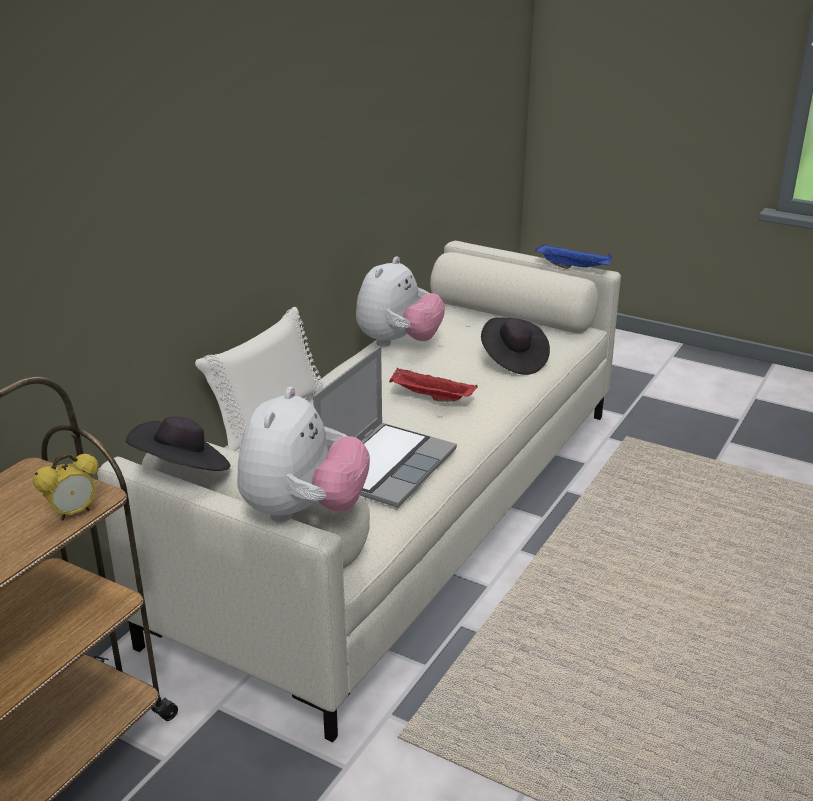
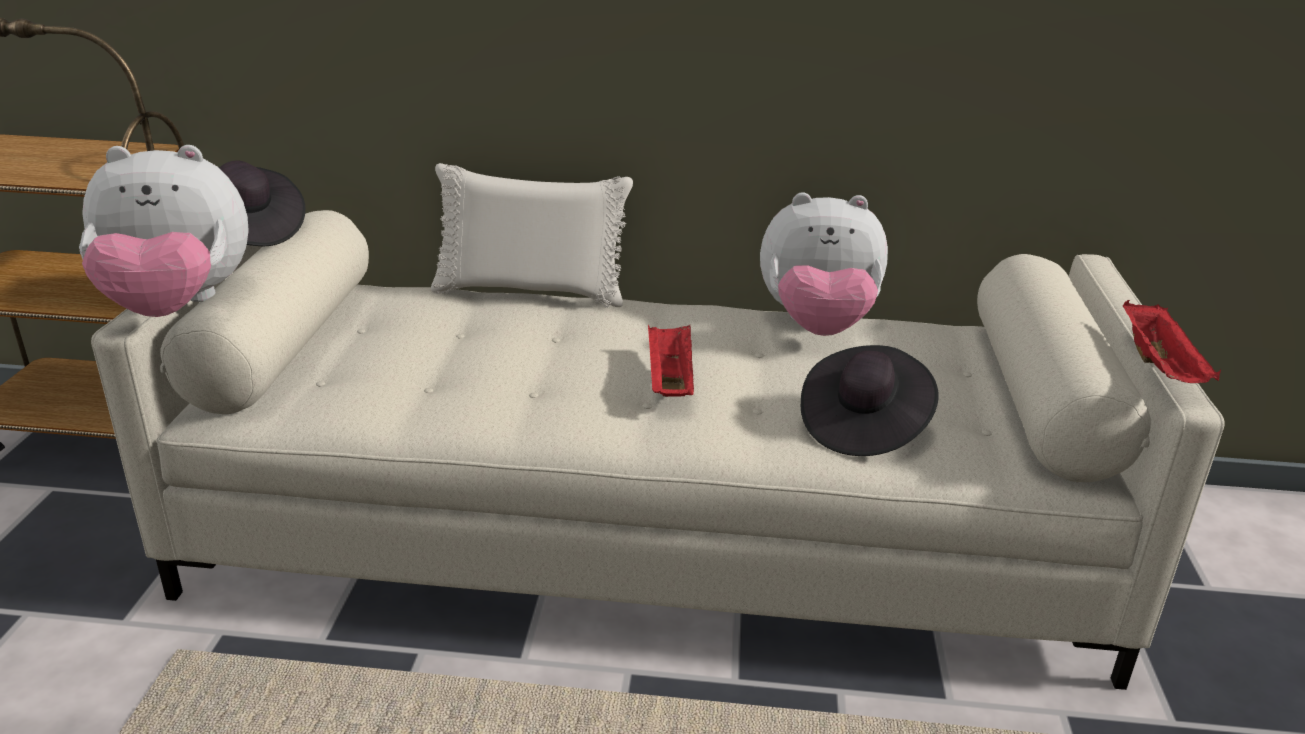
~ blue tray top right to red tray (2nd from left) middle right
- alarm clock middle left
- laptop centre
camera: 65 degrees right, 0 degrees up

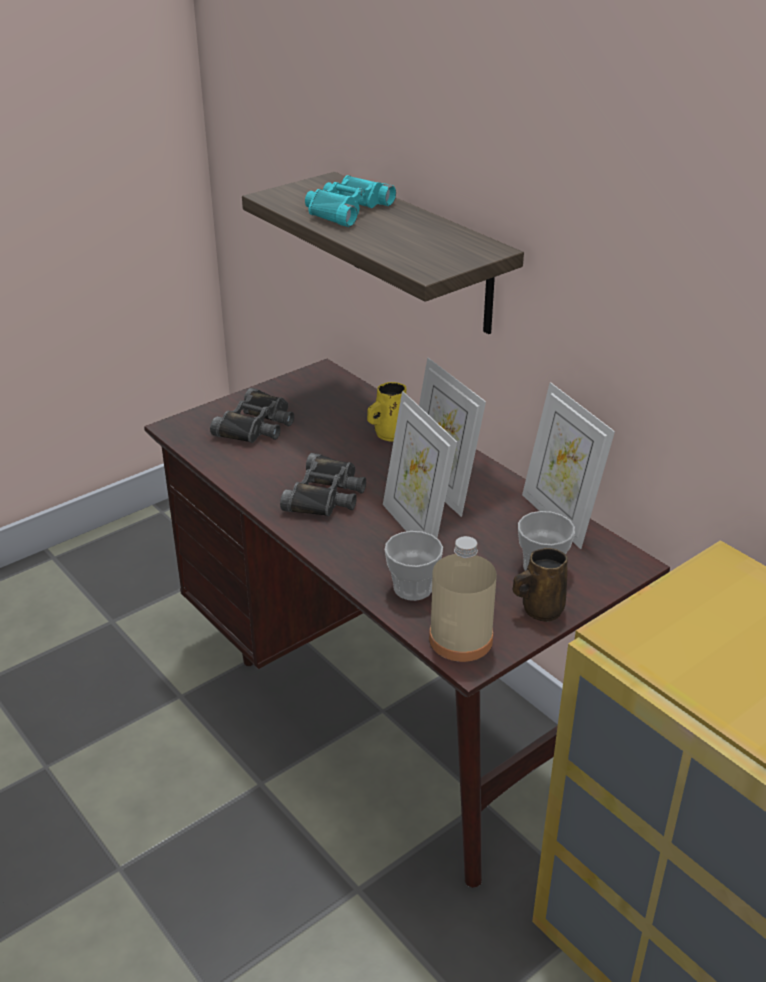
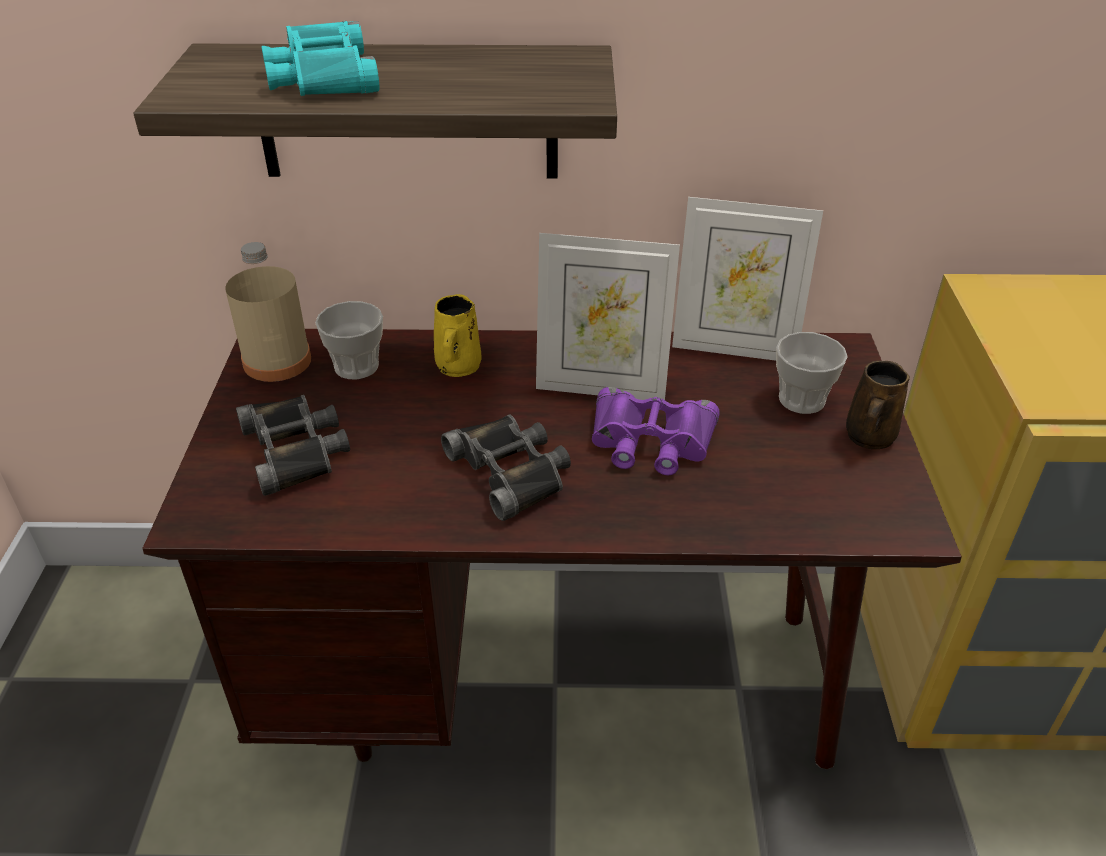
~ beige bottle centre to middle left
~ cup (1st from left) centre to middle left
~ picture frame (1st from left) centre to purple binoculars centre
camera: 50 degrees left, 5 degrees up

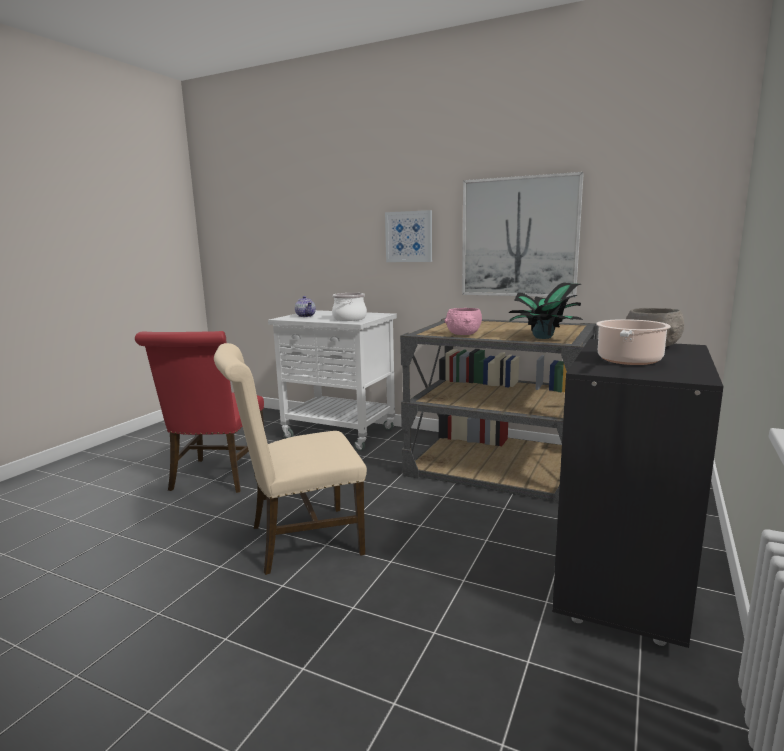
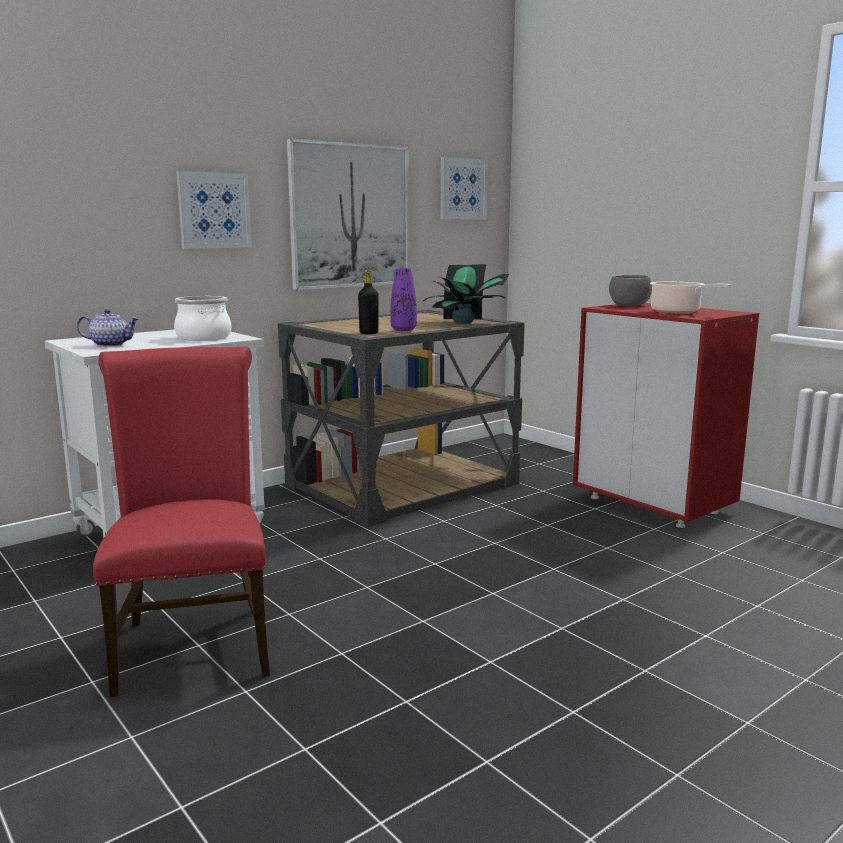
~ red chair middle left = middle left 135 degrees counterclockwise
+ black bottle centre
~ pink bowl centre to purple vase centre
+ picture (3rd from left) top centre
~ black cabinet middle right to red cabinet middle right
- beige chair centre
camera: 65 degrees left, 0 degrees up

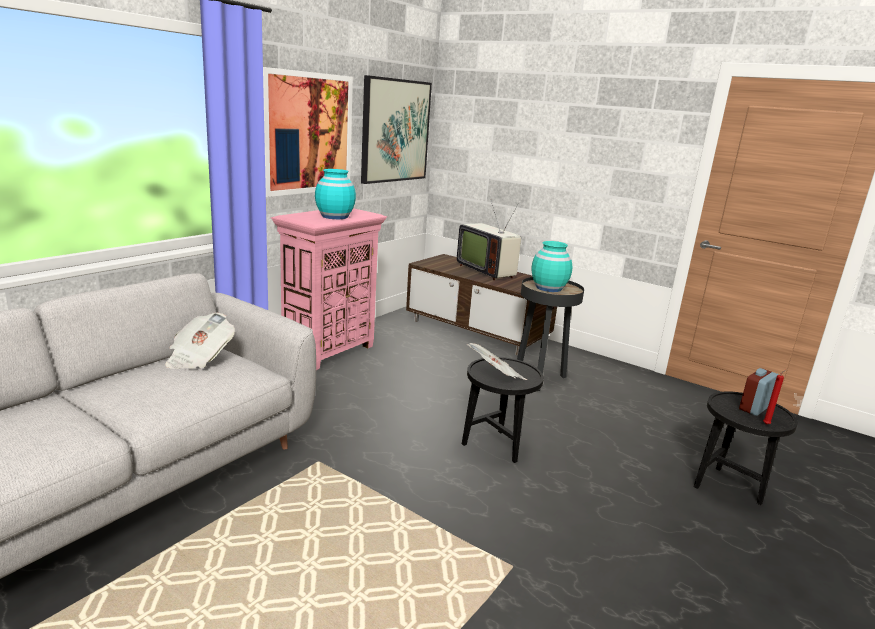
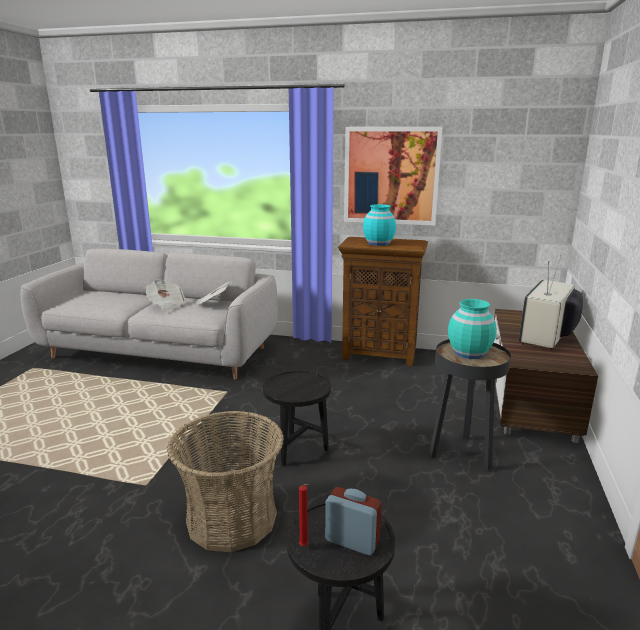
~ newspaper (2nd from left in the first image) centre to newspaper (1st from left) middle left
+ basket bottom centre
~ pink cabinet centre to brown cabinet centre
- picture (2nd from left) top centre
camera: 70 degrees right, 0 degrees up

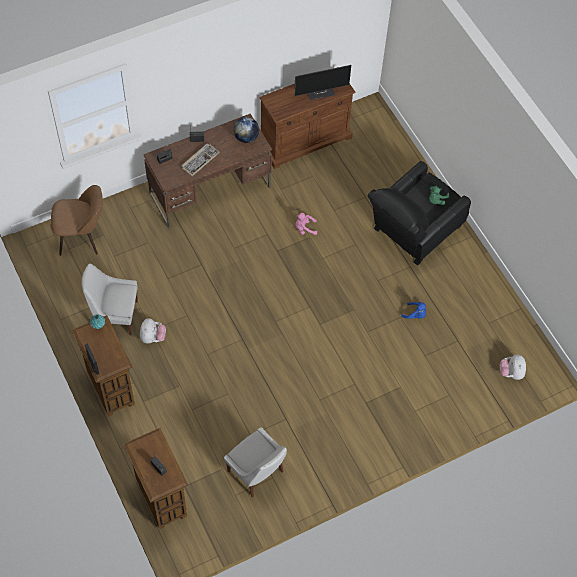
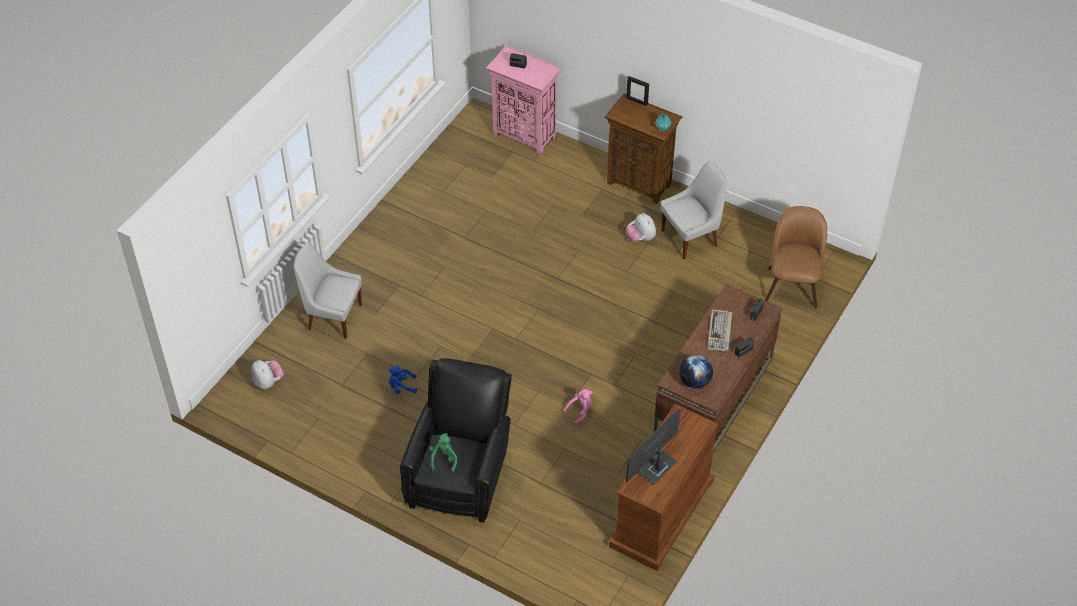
~ white chair (2nd from left in the first image) bottom centre to white chair (1st from left) middle left
~ brown cabinet (2nd from left) bottom left to pink cabinet top centre
~ brown chair middle left = middle right 135 degrees clockwise
camera: 150 degrees right, 10 degrees down

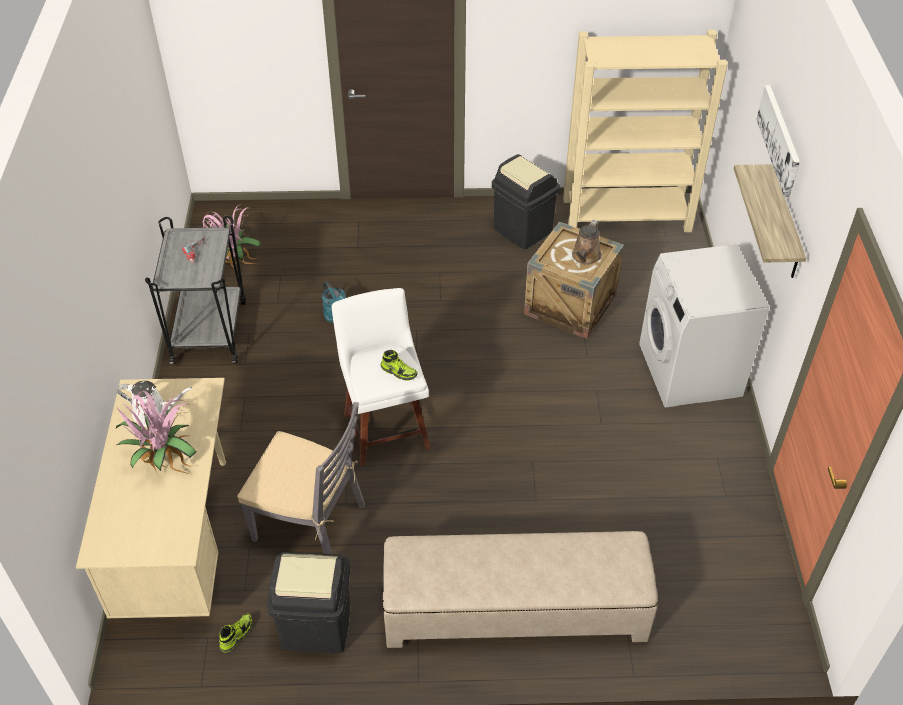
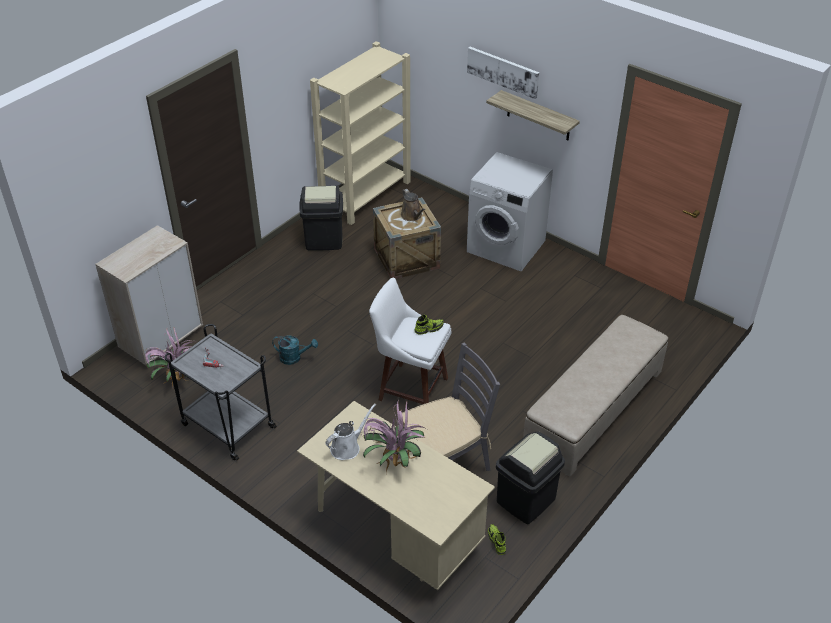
+ beige cabinet middle left
camera: 50 degrees left, 5 degrees down

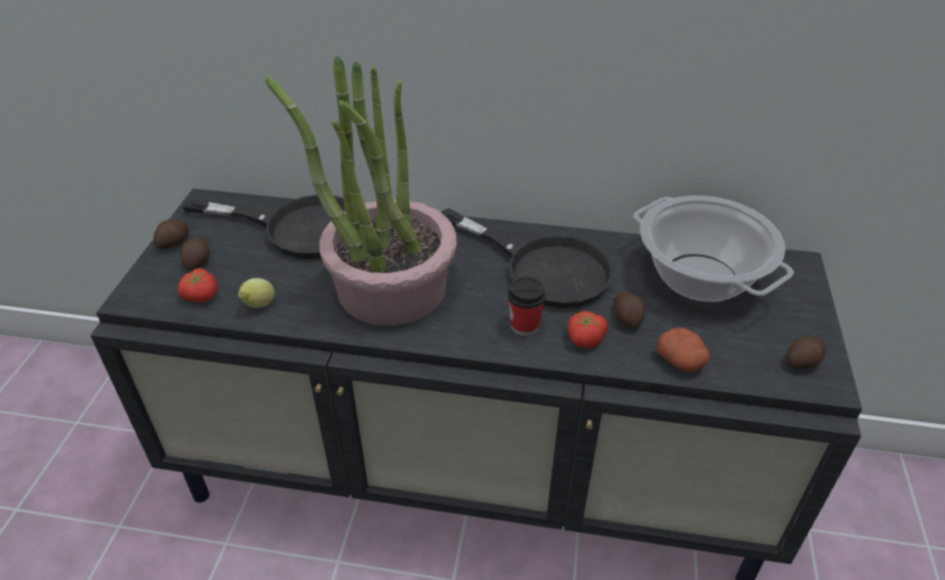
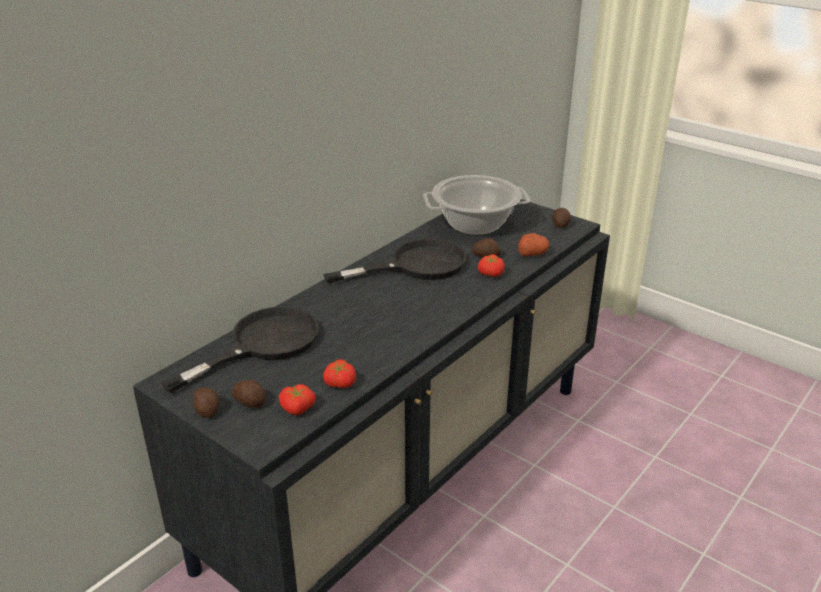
~ lemon middle left to tomato (2nd from left) centre
- potted plant top centre
- cup centre
camera: 60 degrees left, 10 degrees down

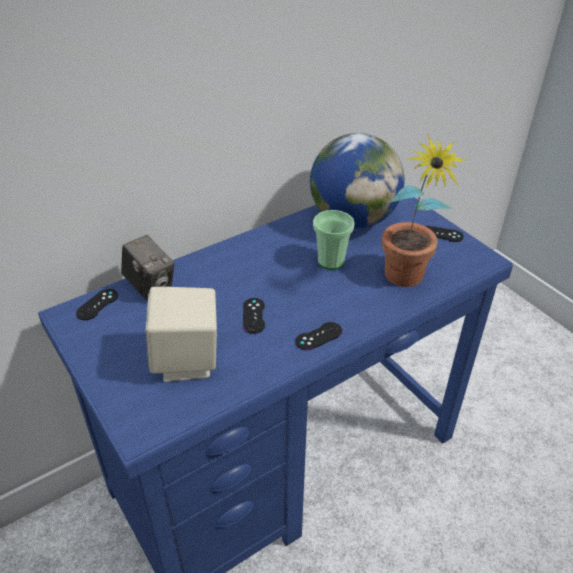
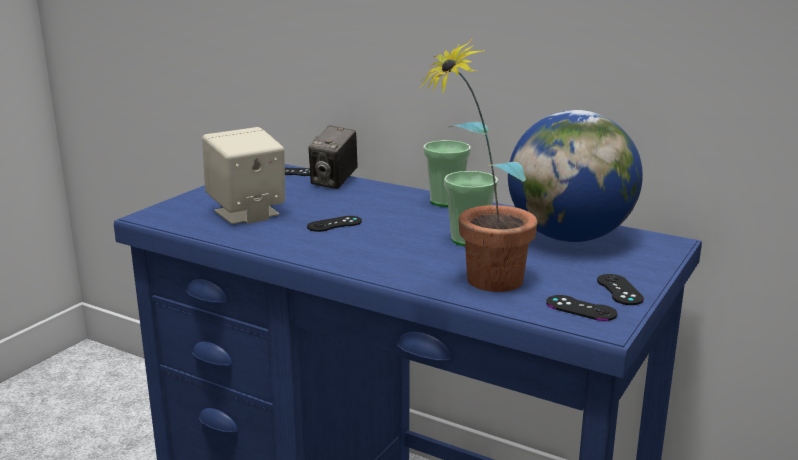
+ cup (1st from left) centre
~ black game controller (3rd from left) centre to bottom right
camera: 65 degrees right, 20 degrees down

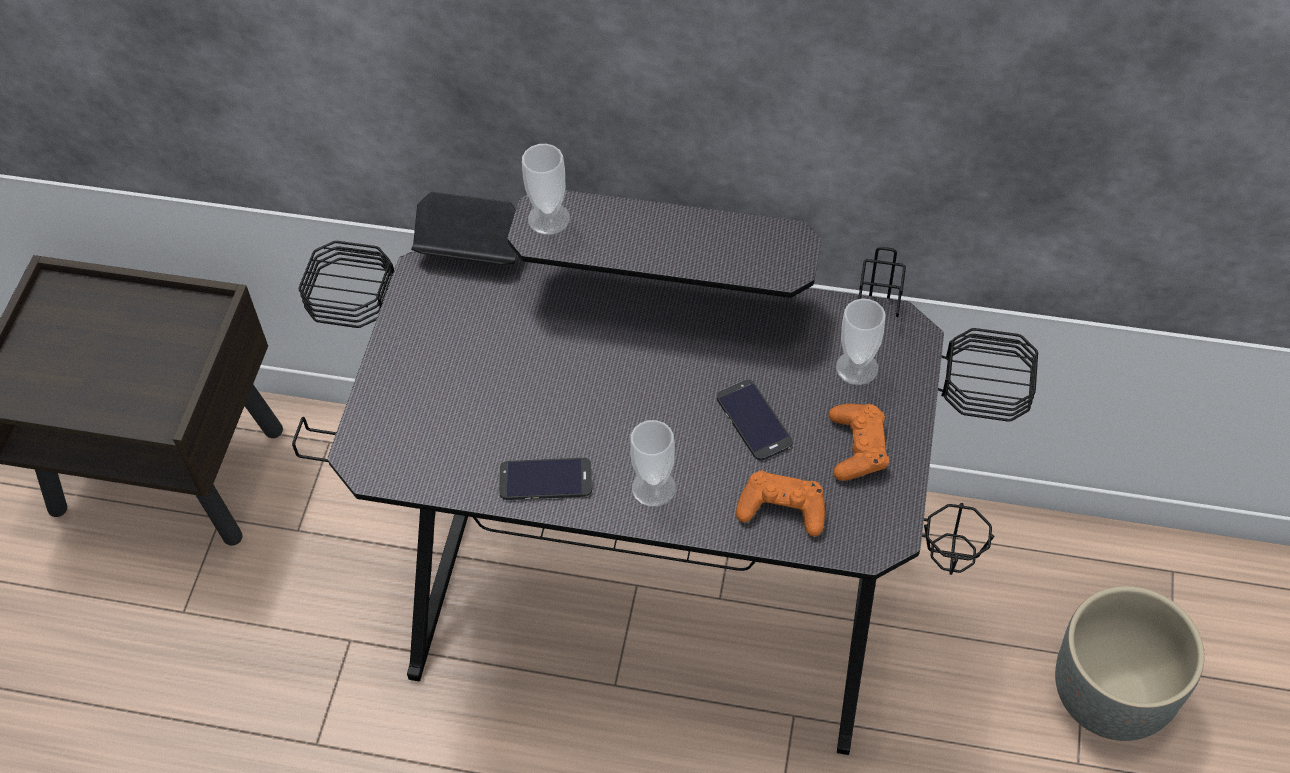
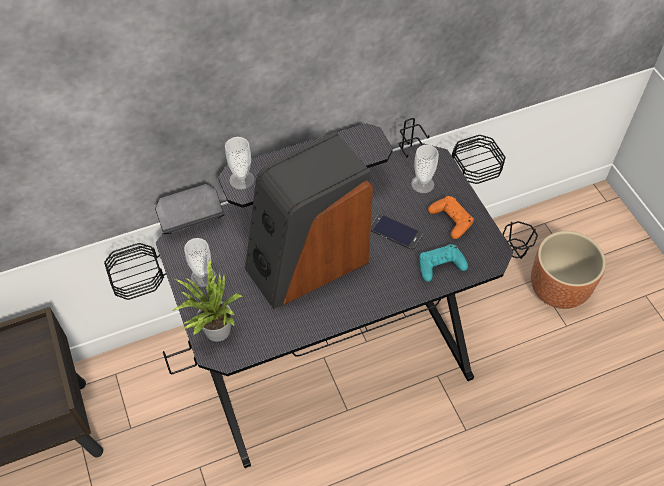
+ potted plant middle left
~ cup (2nd from left in the first image) centre to cup (1st from left) middle left
+ speaker centre
~ orange game controller (1st from left) centre to turquoise game controller middle right
~ grey planter bottom right to brown planter middle right
- phone (1st from left) centre
camera: 35 degrees left, 0 degrees up

